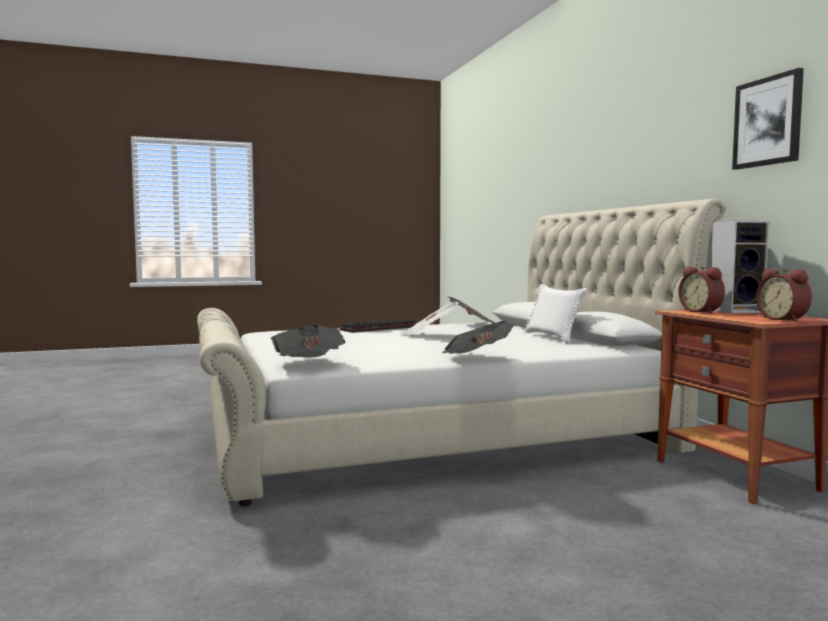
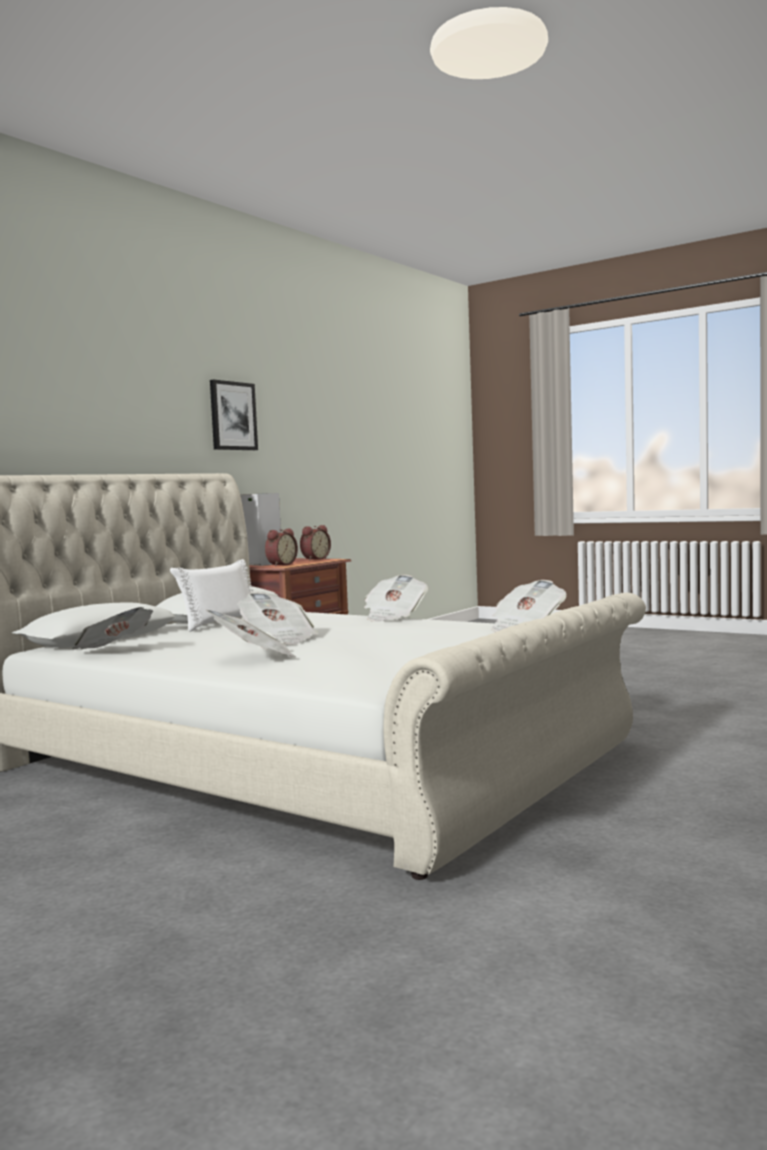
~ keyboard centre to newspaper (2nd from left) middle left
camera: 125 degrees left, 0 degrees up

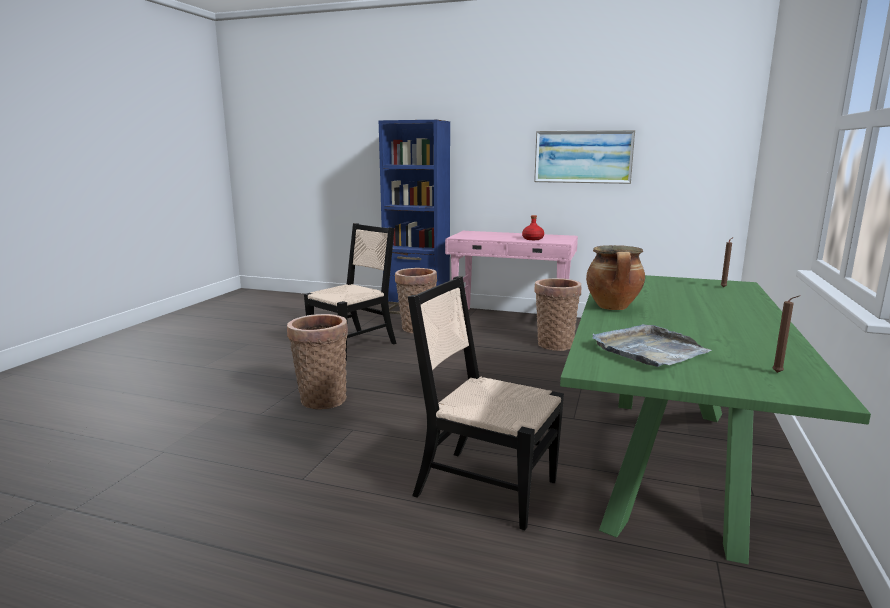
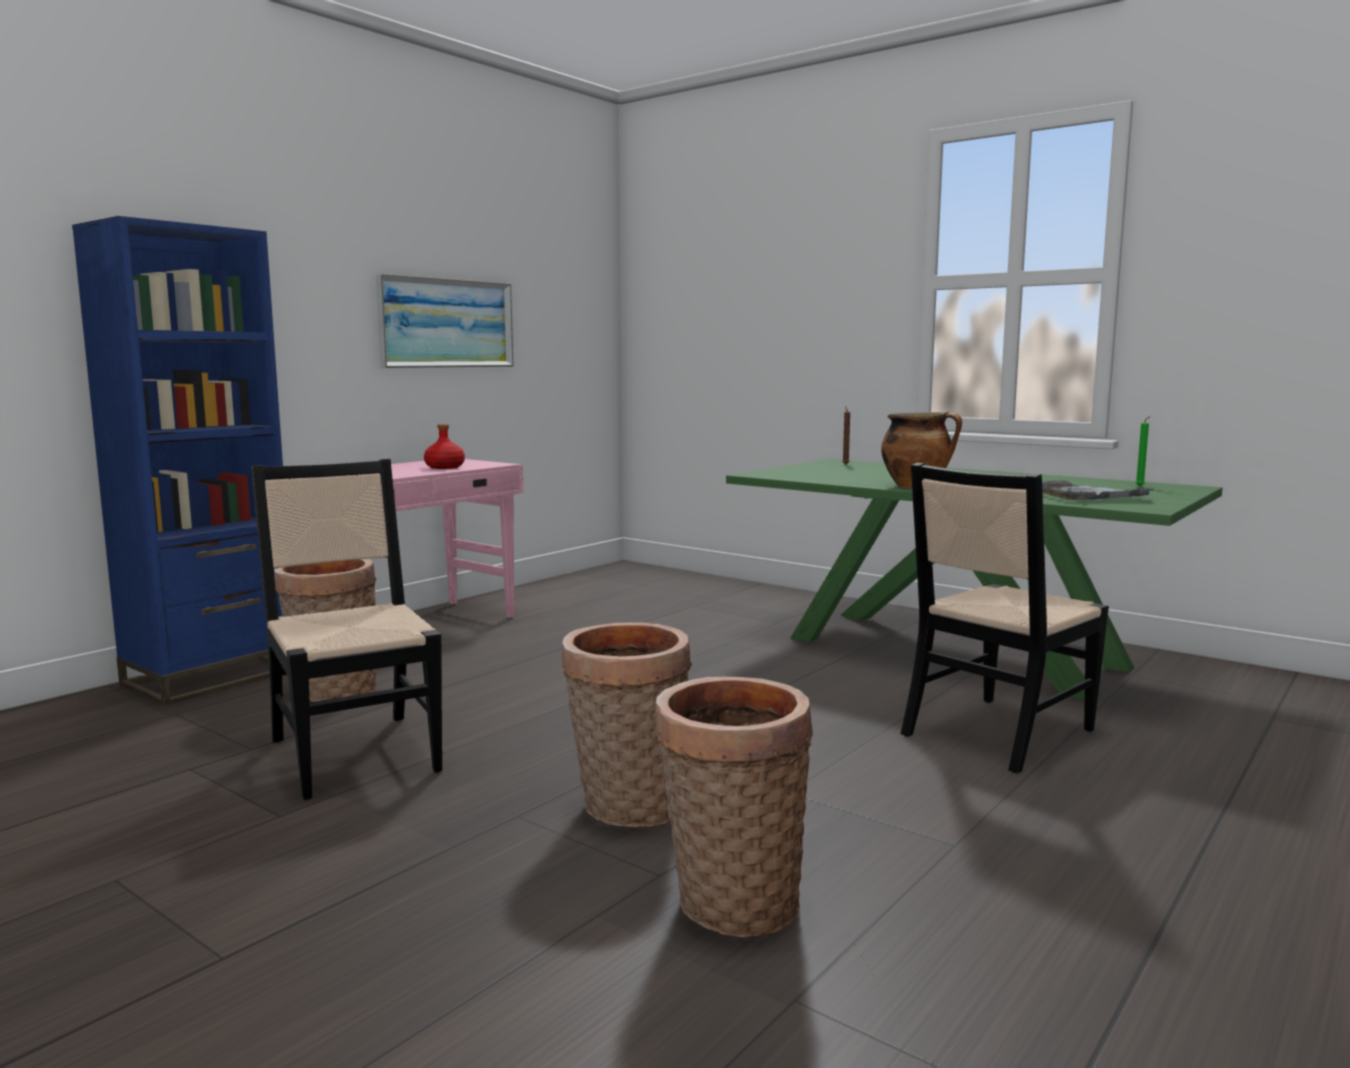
~ basket (3rd from left) centre to bottom centre
~ brown candle (2nd from left) middle right to green candle middle right
camera: 70 degrees left, 5 degrees down

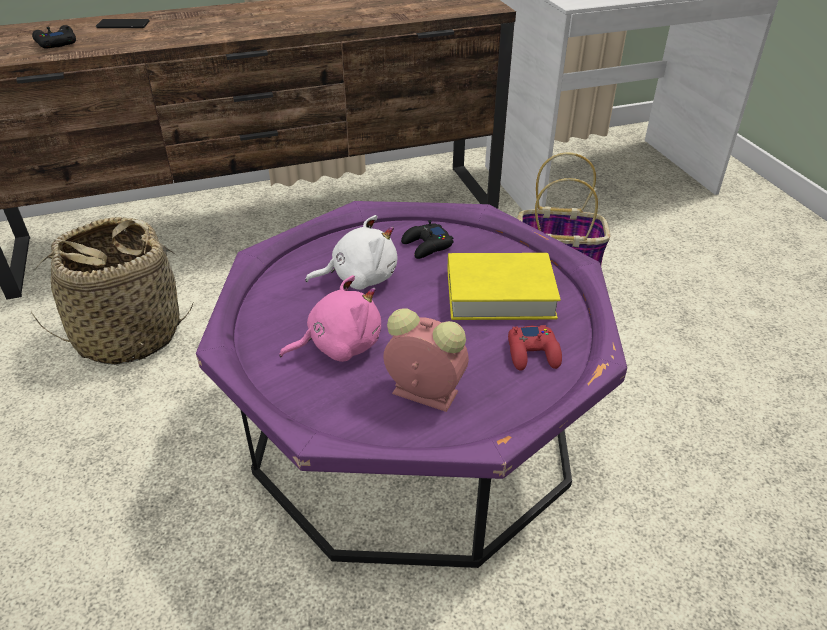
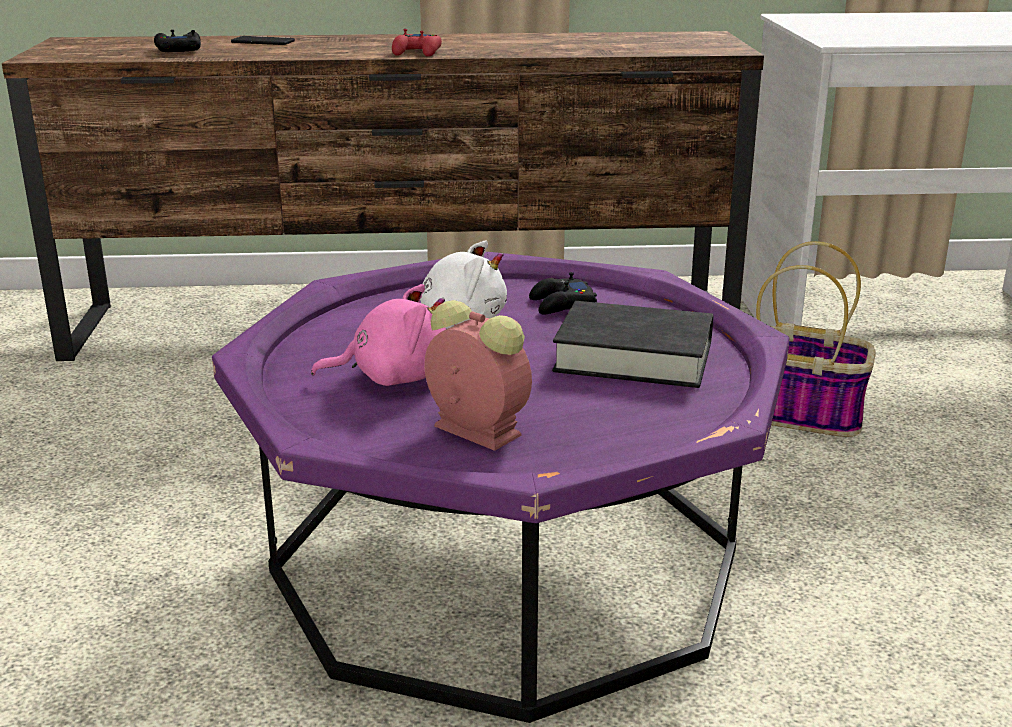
~ red game controller centre to top centre
~ yellow book centre to black book centre
- basket (1st from left) middle left
camera: 15 degrees right, 15 degrees down

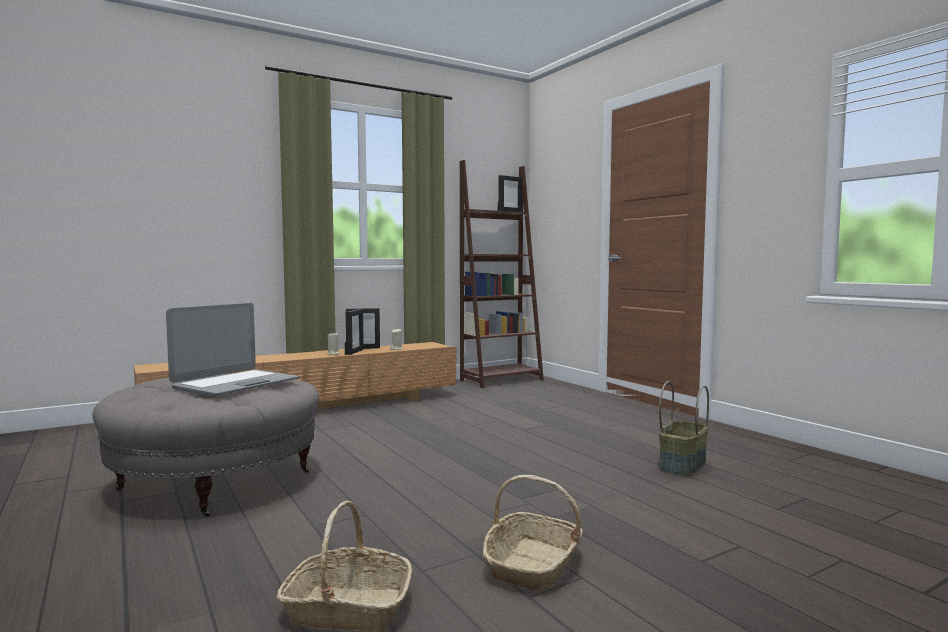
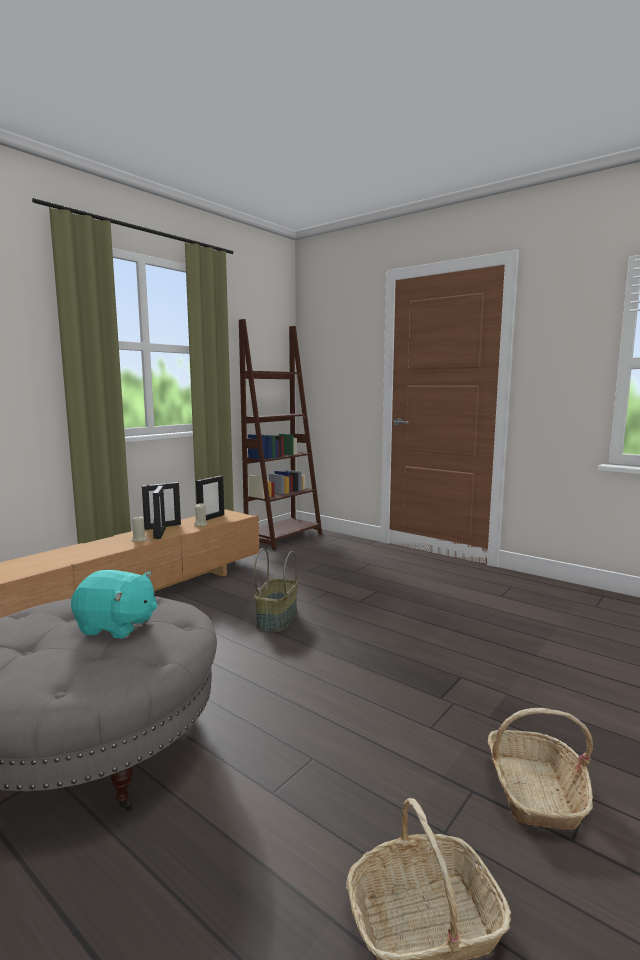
~ laptop middle left to turquoise plush toy middle left
~ picture frame (3rd from left) top centre to middle left
~ basket (3rd from left in the first image) bottom right to basket (1st from left) centre
camera: 20 degrees left, 5 degrees up

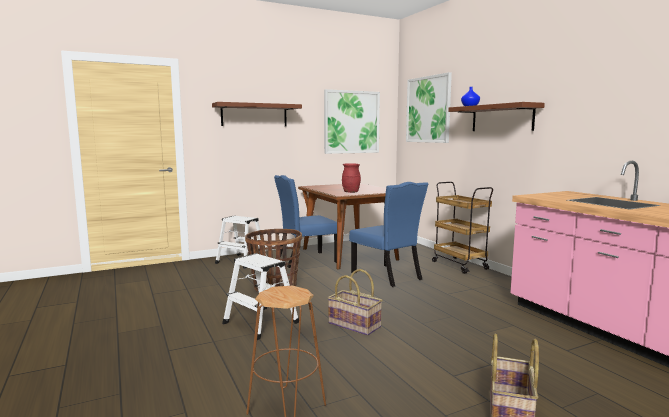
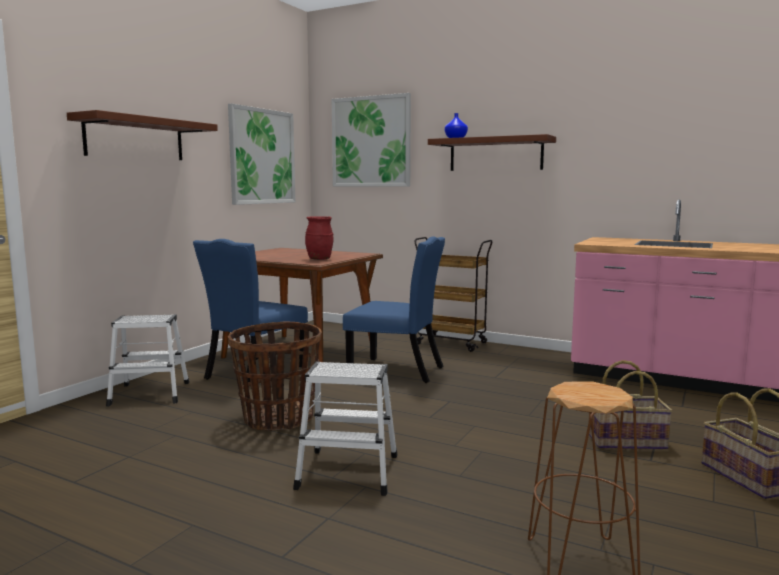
~ basket (2nd from left) bottom centre to bottom right
camera: 35 degrees left, 0 degrees up

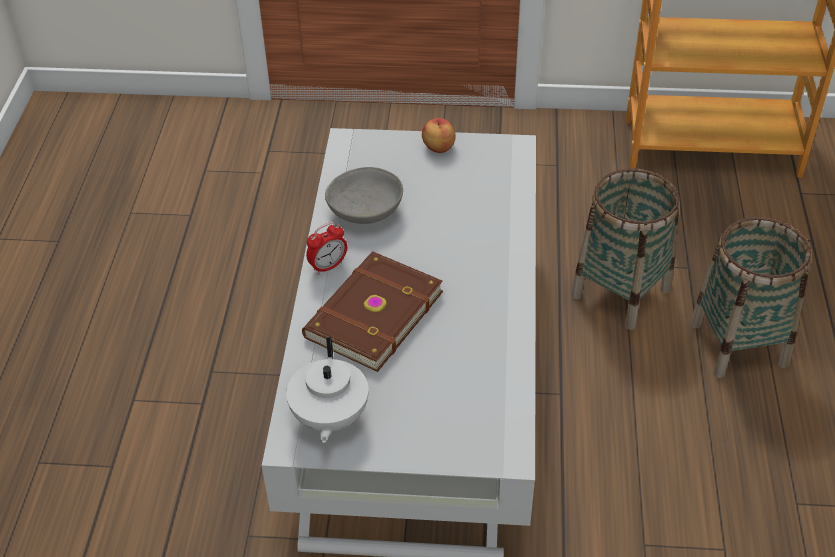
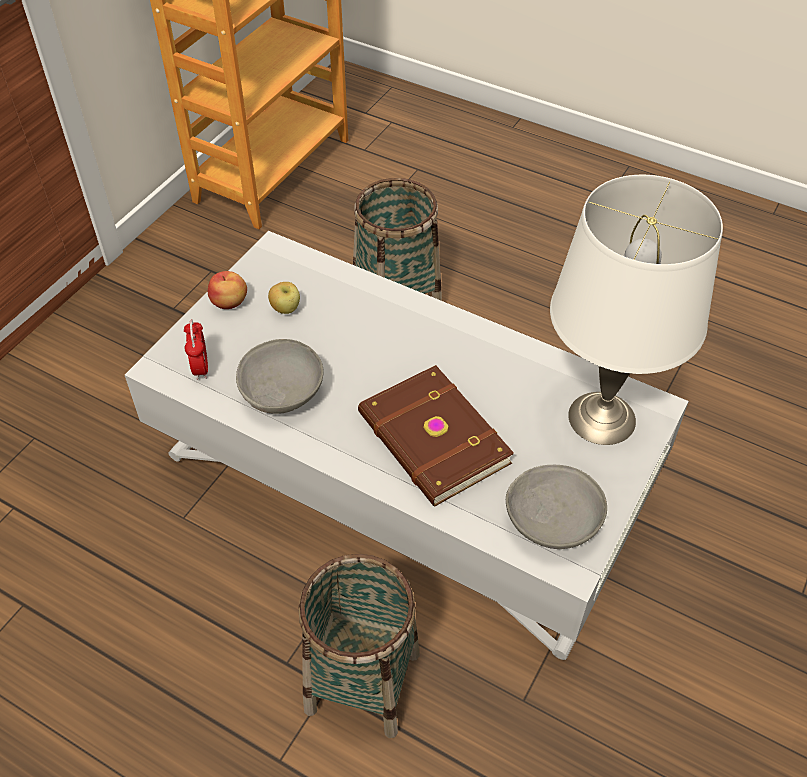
~ alarm clock centre to middle left
+ apple (2nd from left) centre
~ basket (2nd from left in the first image) middle right to basket (1st from left) bottom centre
~ white teapot bottom centre to grey bowl (2nd from left) middle right
+ white table lamp middle right
camera: 65 degrees left, 5 degrees up

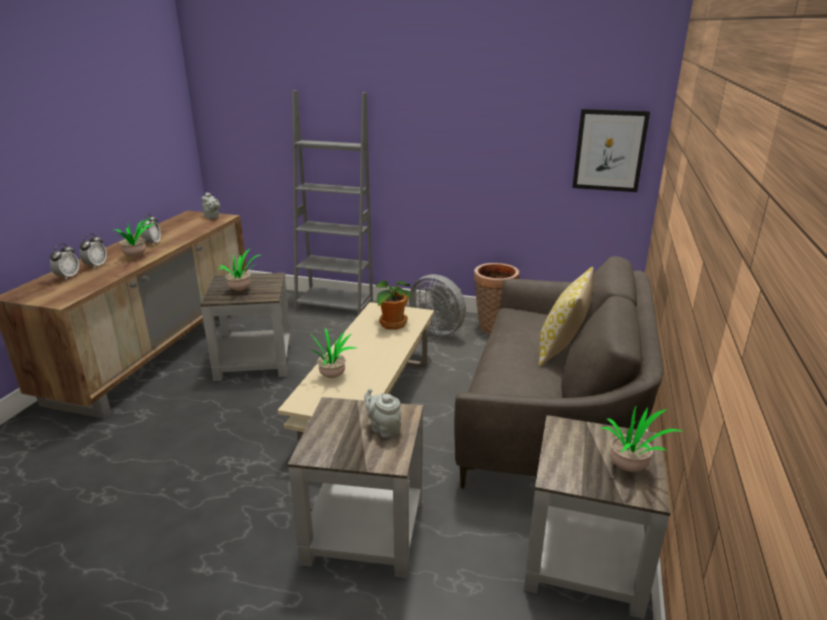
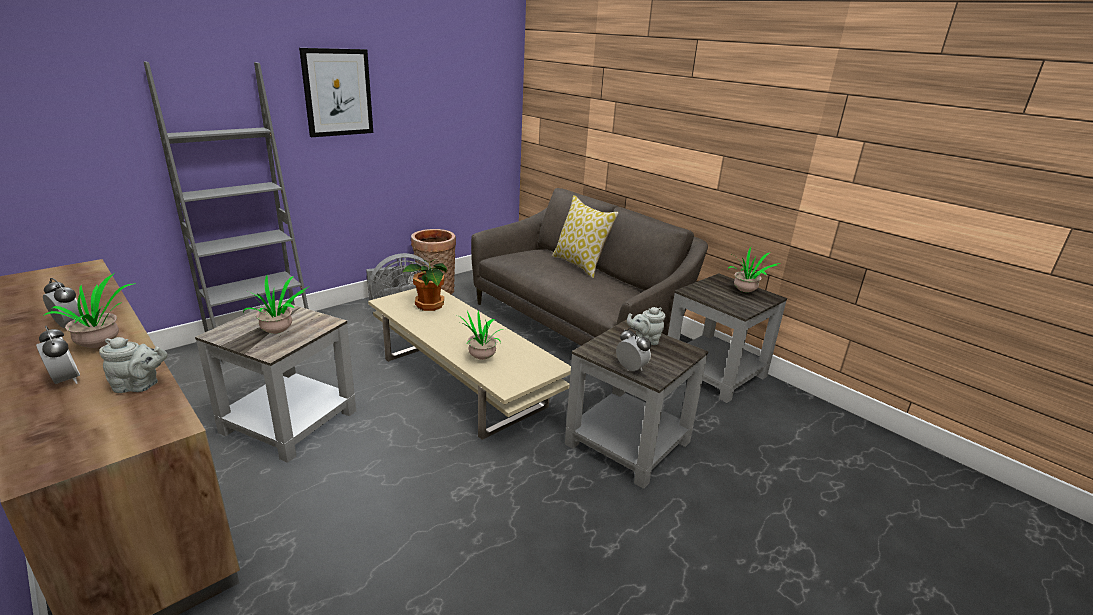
~ grey teapot (1st from left) top left to middle left
~ picture top right to top left
~ alarm clock (1st from left in the first image) middle left to alarm clock (3rd from left) centre
camera: 60 degrees left, 0 degrees up

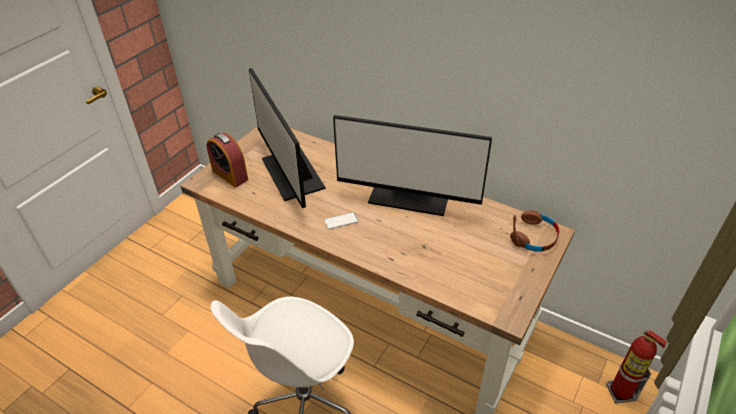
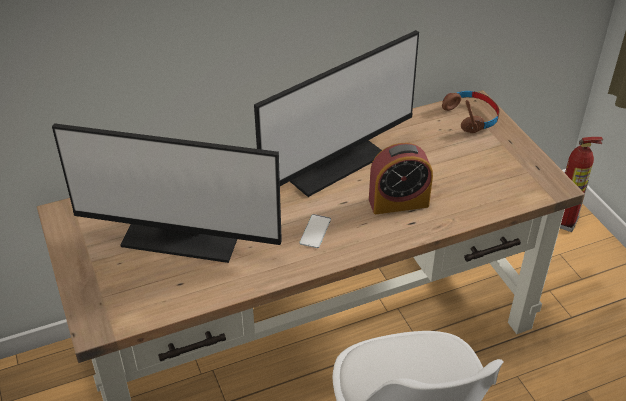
~ alarm clock middle left to centre
camera: 55 degrees left, 0 degrees up

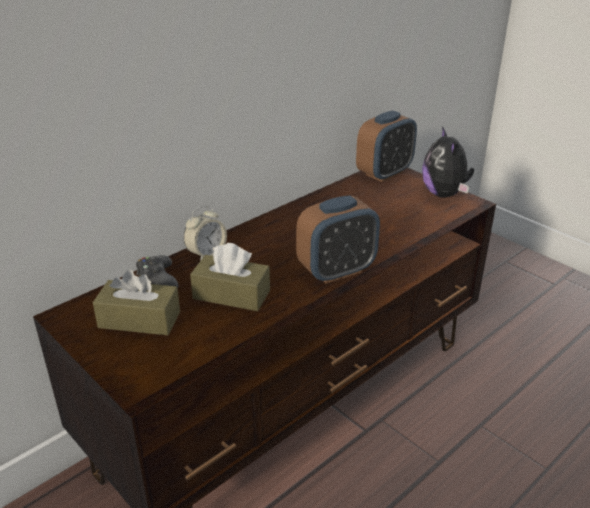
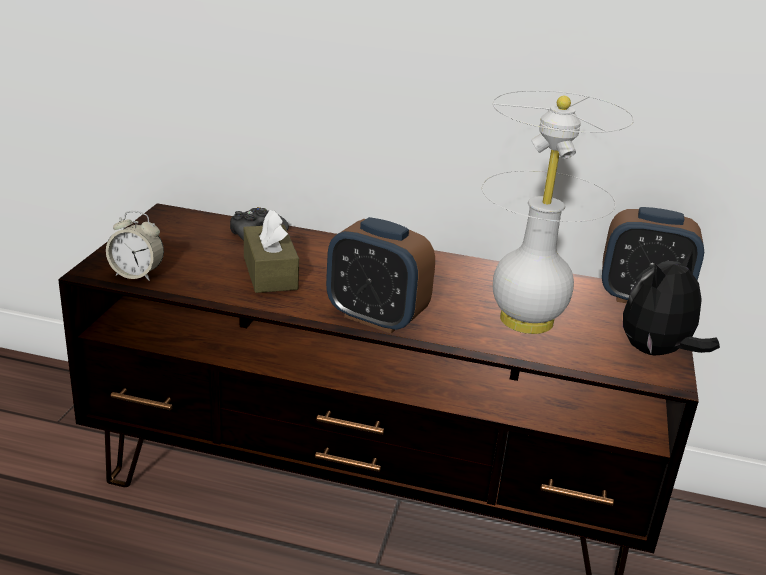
~ alarm clock (1st from left) centre to middle left
+ white table lamp middle right
- brown tissue box (1st from left) middle left
camera: 55 degrees right, 5 degrees down

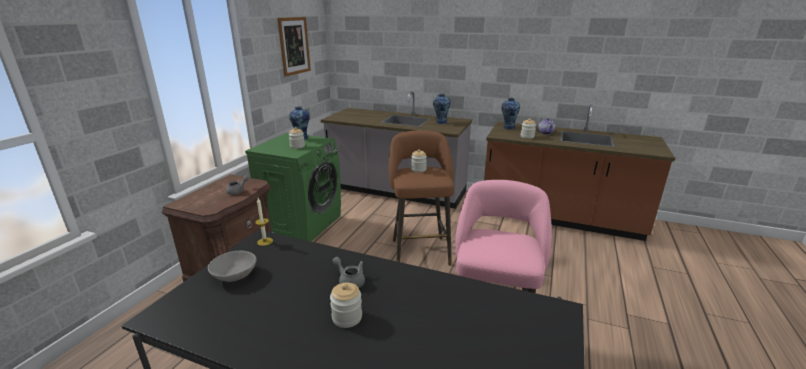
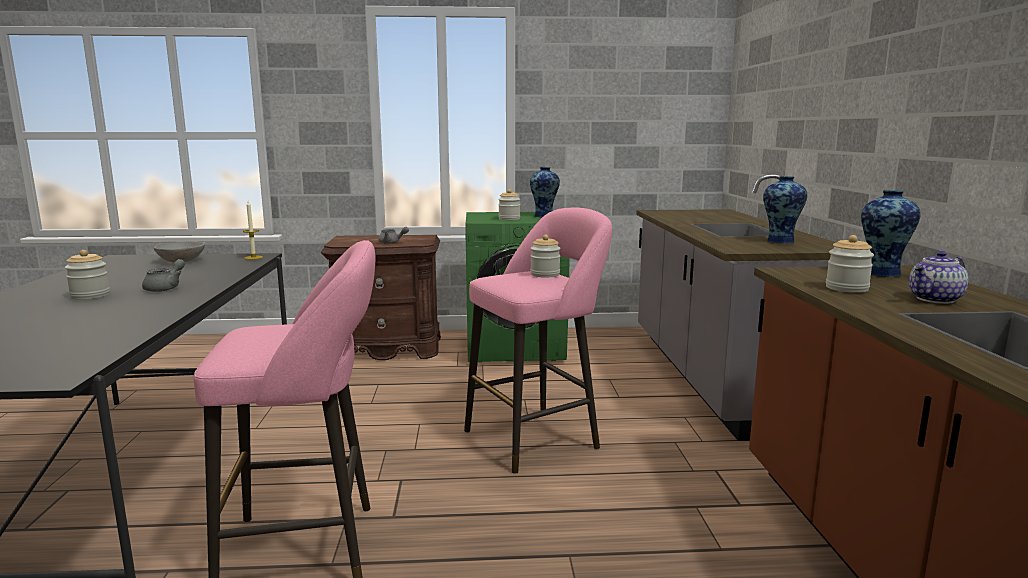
~ brown stool centre to pink stool (2nd from left) centre
- picture top centre
camera: 65 degrees right, 10 degrees down

